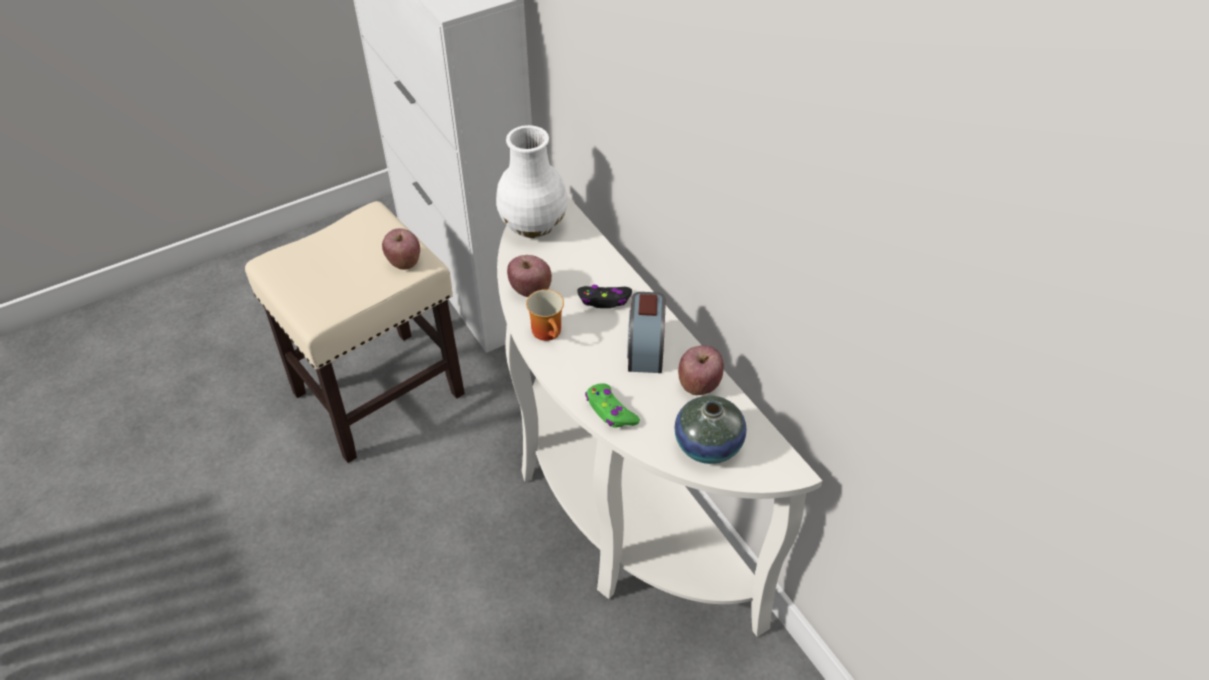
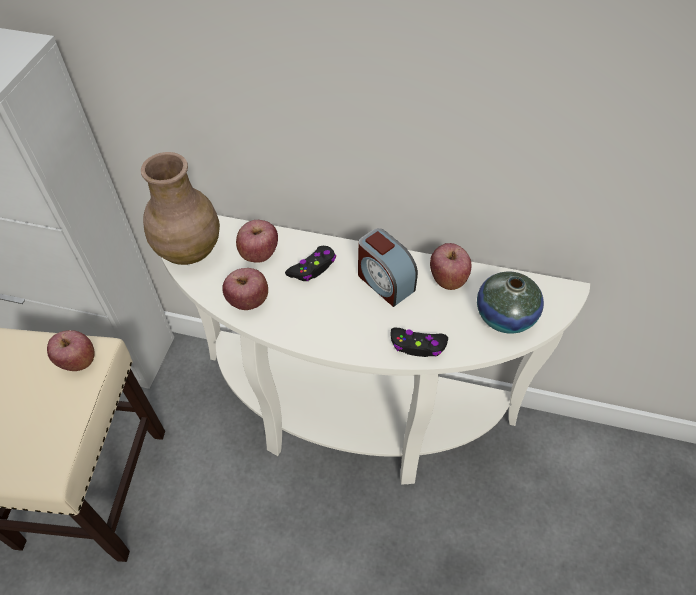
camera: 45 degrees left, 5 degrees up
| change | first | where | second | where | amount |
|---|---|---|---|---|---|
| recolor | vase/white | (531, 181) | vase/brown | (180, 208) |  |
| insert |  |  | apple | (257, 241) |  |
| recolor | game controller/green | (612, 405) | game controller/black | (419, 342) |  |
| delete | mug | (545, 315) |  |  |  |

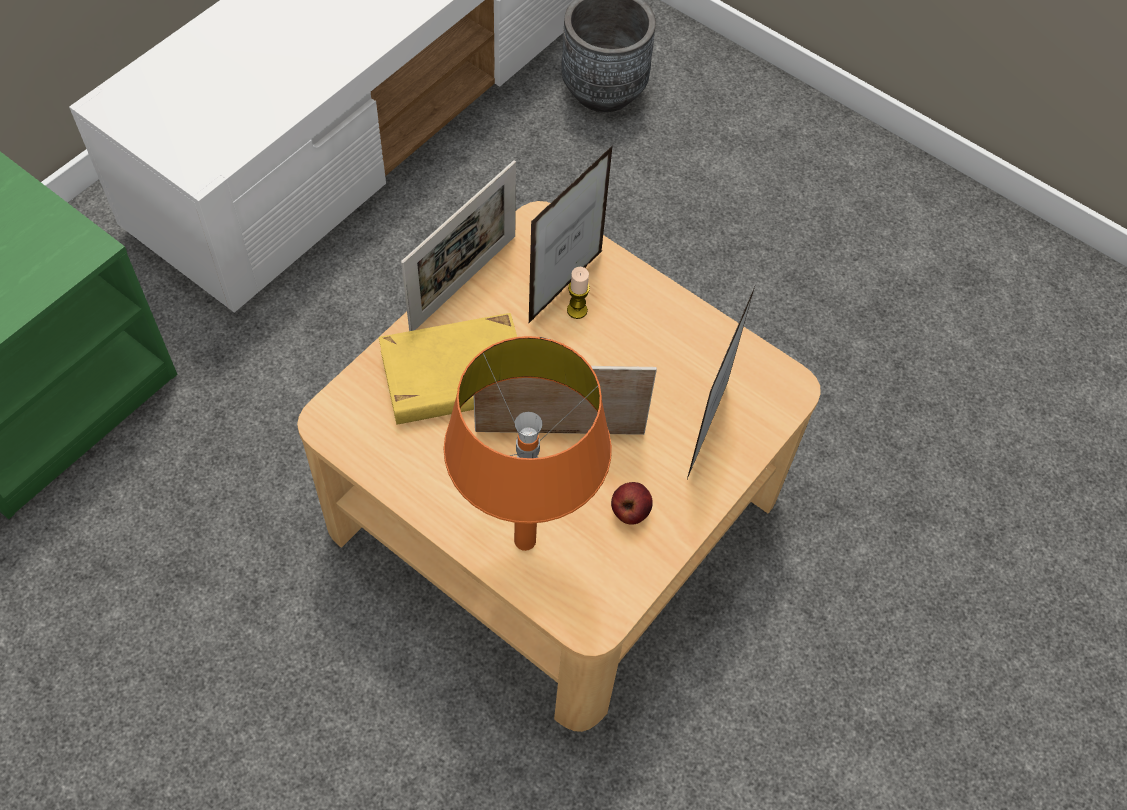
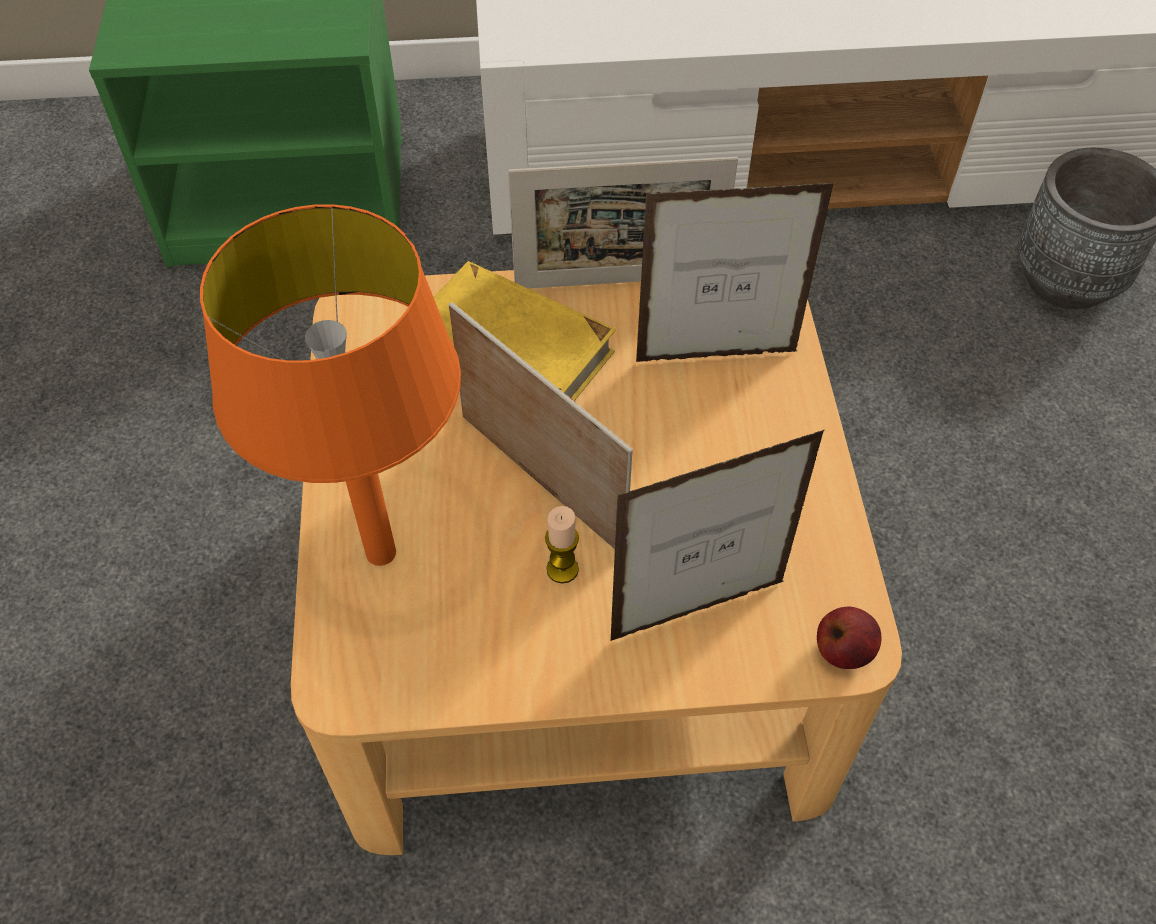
camera: 50 degrees right, 5 degrees down
| change | first | where | second | where | amount |
|---|---|---|---|---|---|
| move | candle | (578, 293) |  | (562, 544) |  |
| move | apple | (632, 503) |  | (849, 638) |  |

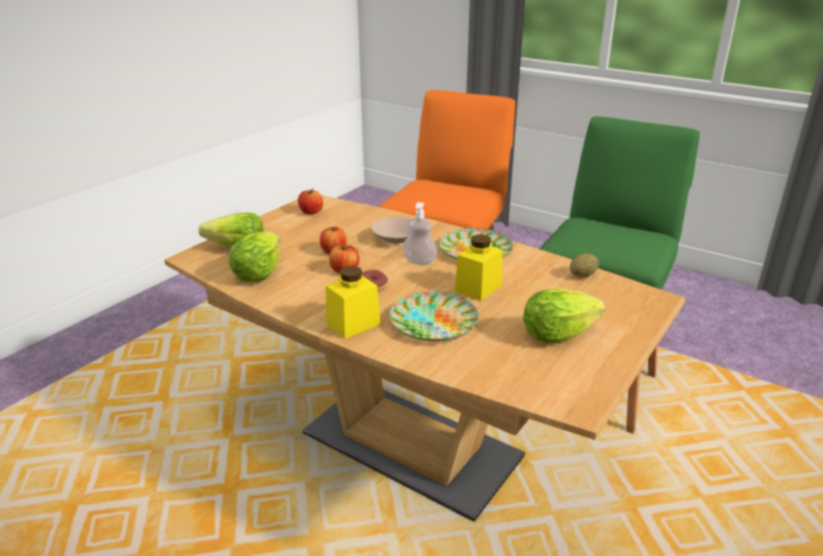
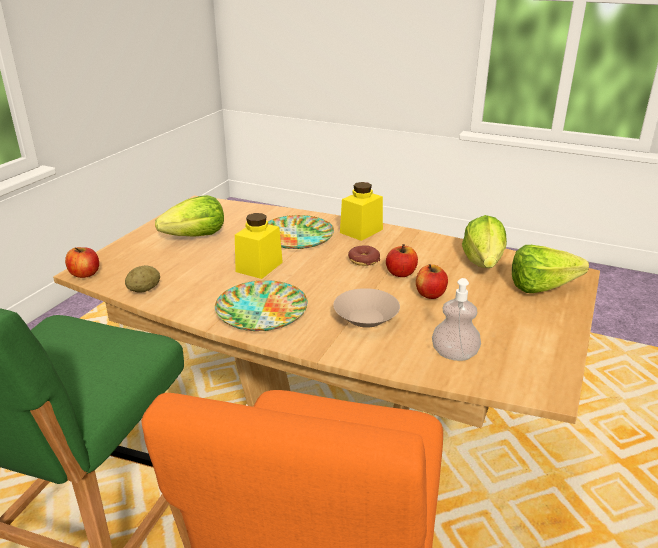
camera: 170 degrees right, 0 degrees up
| change | first | where | second | where | amount |
|---|---|---|---|---|---|
| move | apple | (310, 201) |  | (82, 262) |  |
| move | soap dispenser | (419, 233) |  | (456, 319) |  |

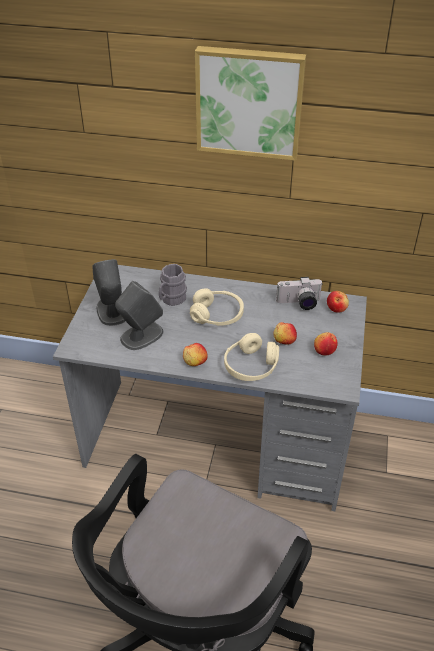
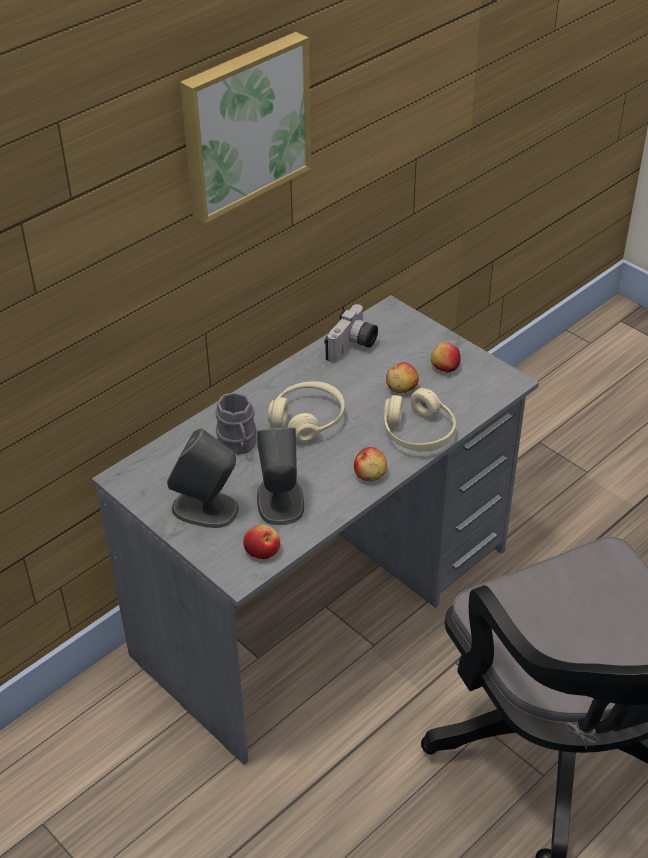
camera: 55 degrees left, 0 degrees up
| change | first | where | second | where | amount |
|---|---|---|---|---|---|
| move | apple | (338, 302) |  | (261, 541) |  |

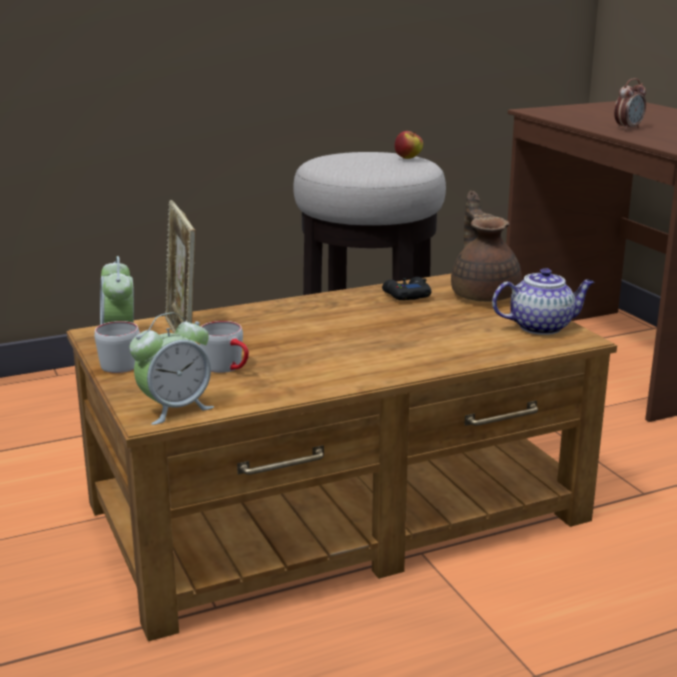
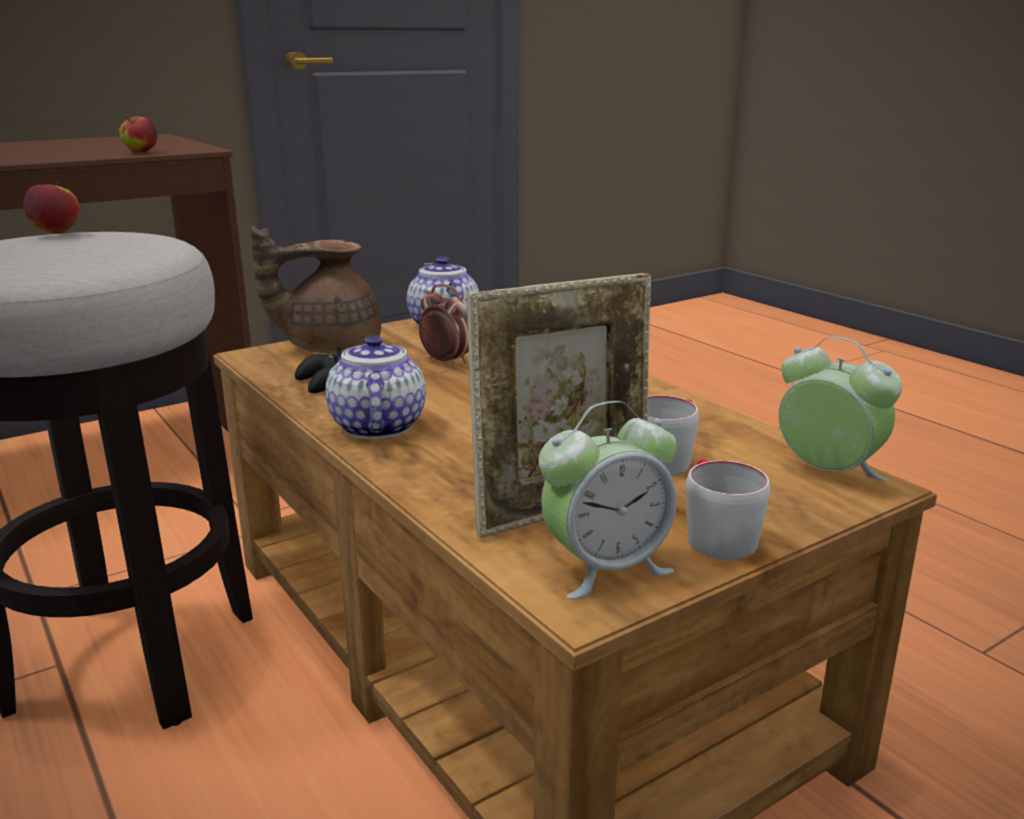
camera: 100 degrees left, 0 degrees up
| change | first | where | second | where | amount |
|---|---|---|---|---|---|
| insert |  |  | apple | (138, 134) |  |
| insert |  |  | teapot | (375, 387) |  |
| move | alarm clock | (630, 104) |  | (444, 325) |  |

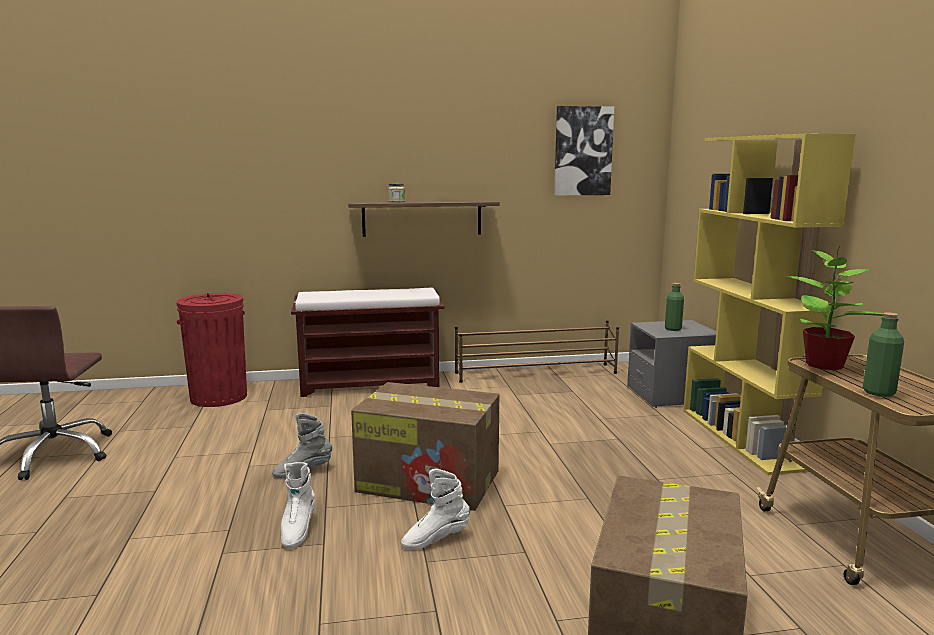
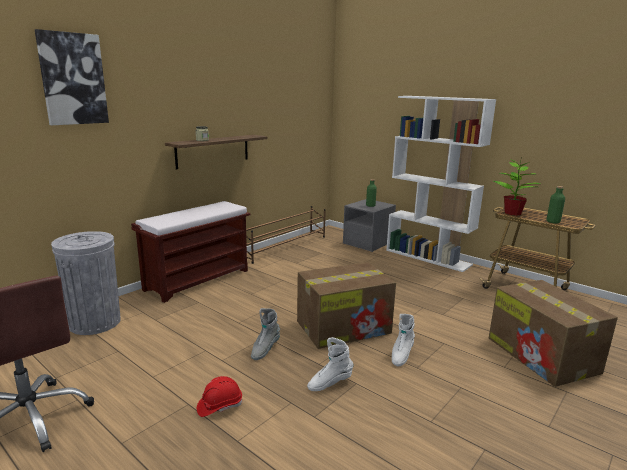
camera: 40 degrees left, 5 degrees up
| change | first | where | second | where | amount |
|---|---|---|---|---|---|
| move | picture | (584, 151) |  | (72, 77) |  |
| recolor | trash can/red | (212, 350) | trash can/grey | (86, 283) |  |
| insert |  |  | hard hat/red | (219, 396) |  |
| rotate | boot/white | (298, 505) |  | (330, 364) | 105 degrees clockwise |
| recolor | bookcase/yellow | (769, 304) | bookcase/white | (441, 184) |  |

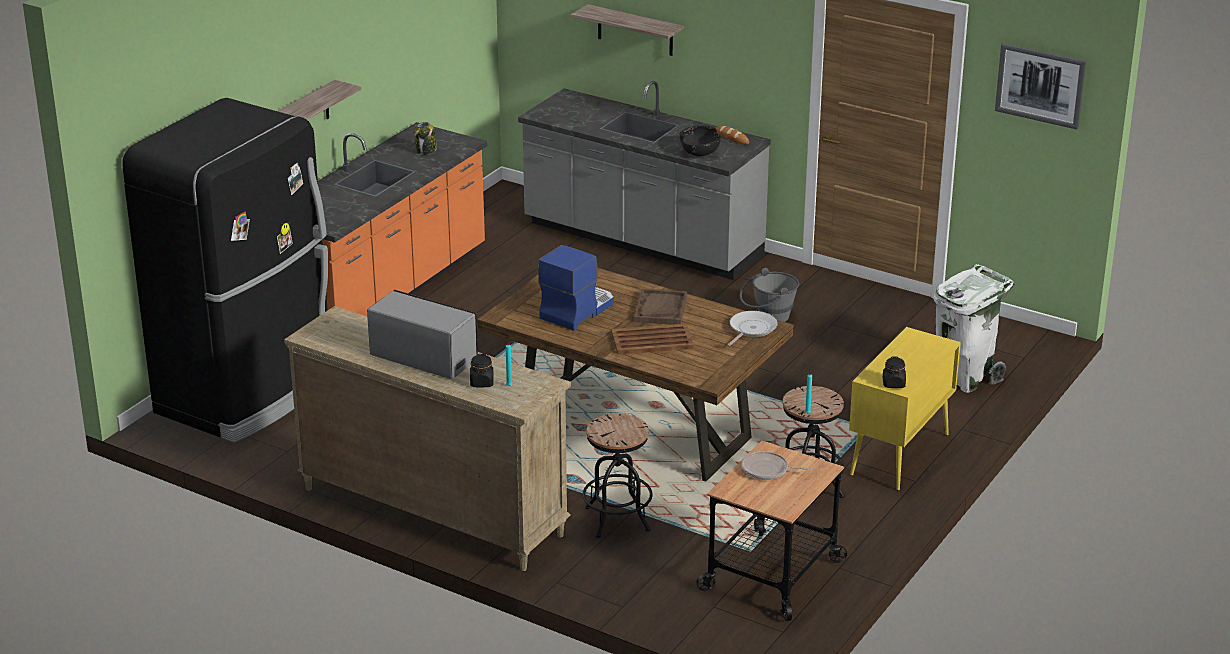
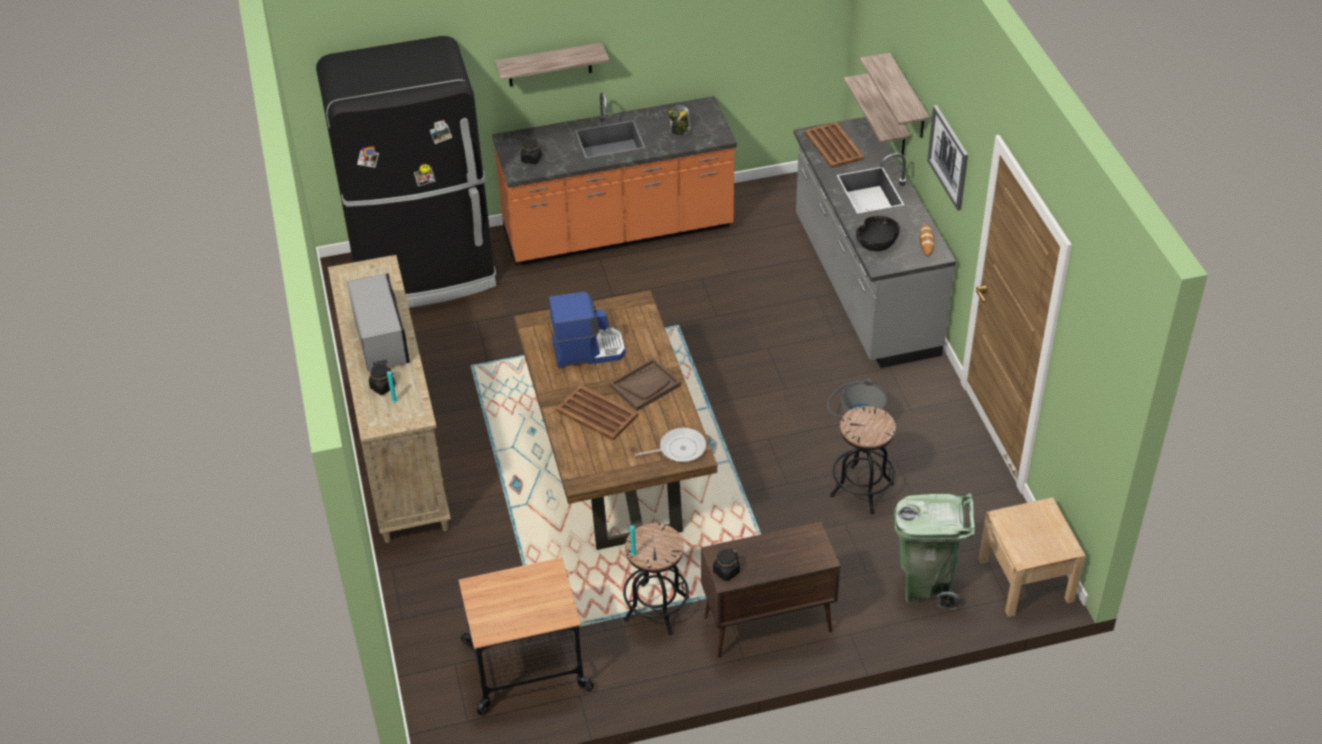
camera: 45 degrees right, 15 degrees up
| change | first | where | second | where | amount |
|---|---|---|---|---|---|
| insert |  |  | jar/black | (531, 151) |  |
| recolor | cabinet/yellow | (905, 409) | cabinet/brown | (770, 590) |  |
| insert |  |  | tray/brown | (834, 145) |  |
| move | stool/black | (618, 476) |  | (863, 460) |  |
| insert |  |  | shelf | (877, 114) |  |
| recolor | trash can/white | (974, 328) | trash can/green | (934, 551) |  |
| move | picture | (1041, 86) |  | (947, 158) |  |
| insert |  |  | nightstand/beige | (1032, 557) |  |
| delete | frying pan | (776, 465) |  |  |  |

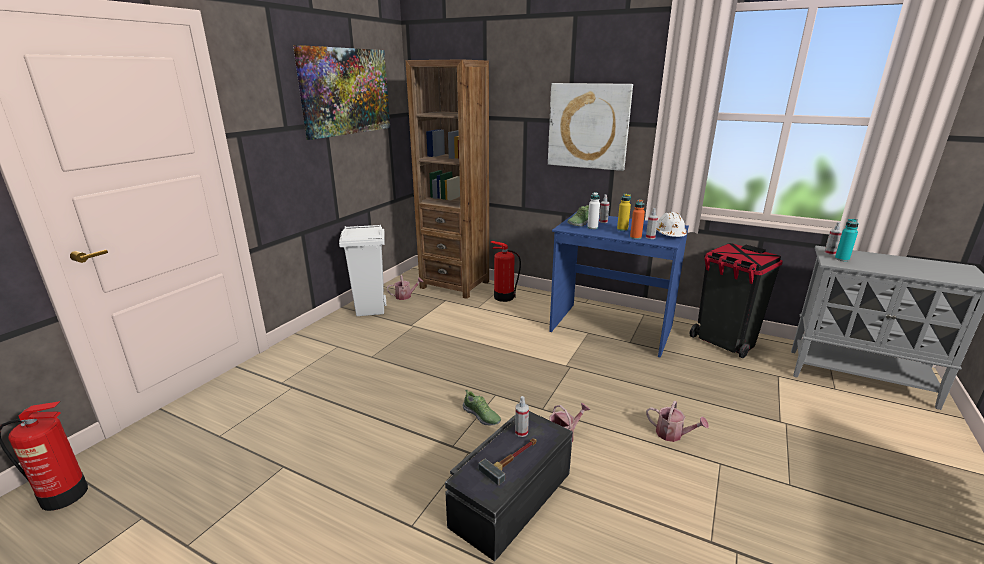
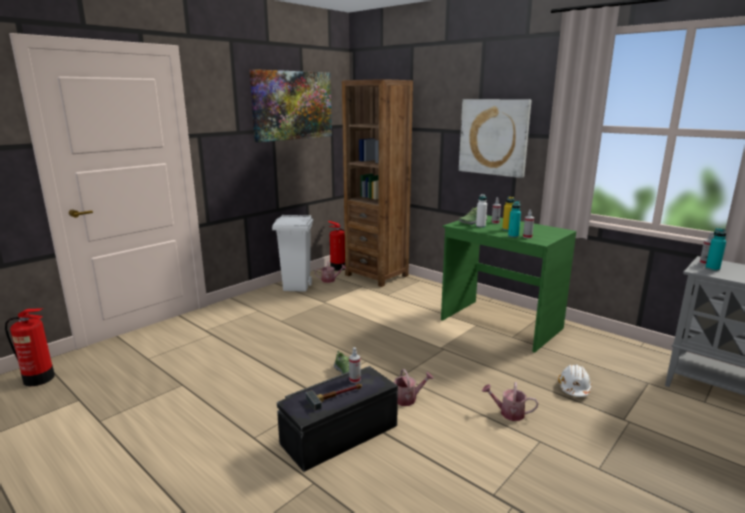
camera: 15 degrees right, 5 degrees down
| change | first | where | second | where | amount |
|---|---|---|---|---|---|
| move | fire extinguisher | (506, 271) |  | (336, 246) |  |
| recolor | desk/blue | (619, 285) | desk/green | (508, 284) |  |
| rotate | watering can | (677, 421) |  | (510, 401) | 150 degrees clockwise |
| recolor | bottle/orange | (637, 219) | bottle/turquoise | (514, 219) |  |
| move | hard hat/white | (671, 224) |  | (575, 380) |  |
| delete | trash can/black | (736, 300) |  |  |  |

